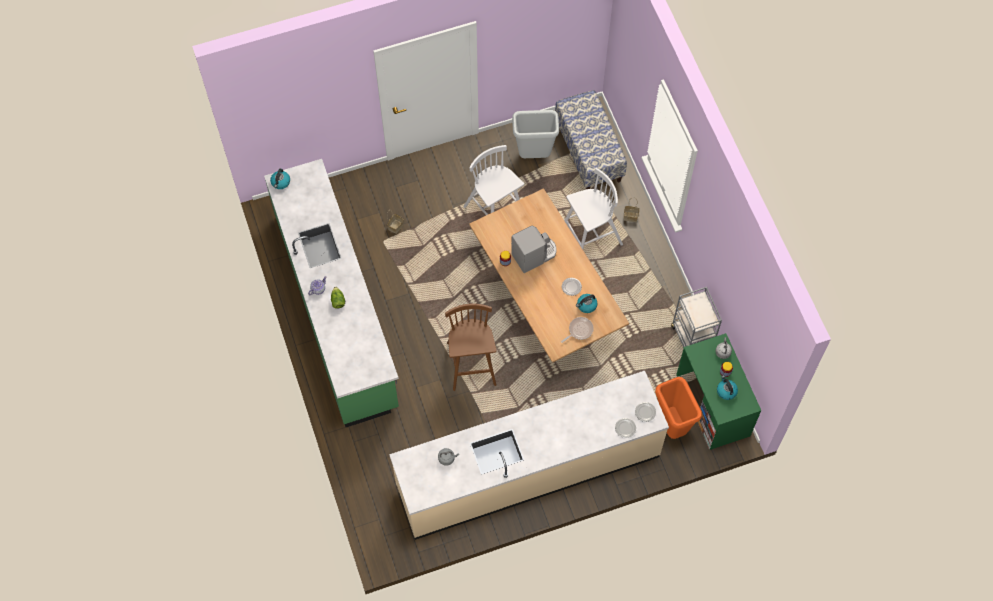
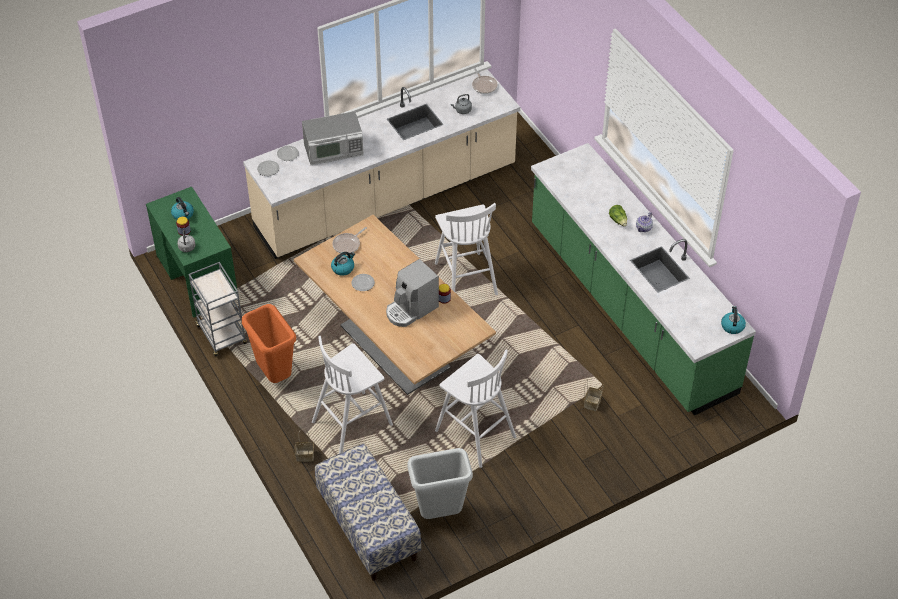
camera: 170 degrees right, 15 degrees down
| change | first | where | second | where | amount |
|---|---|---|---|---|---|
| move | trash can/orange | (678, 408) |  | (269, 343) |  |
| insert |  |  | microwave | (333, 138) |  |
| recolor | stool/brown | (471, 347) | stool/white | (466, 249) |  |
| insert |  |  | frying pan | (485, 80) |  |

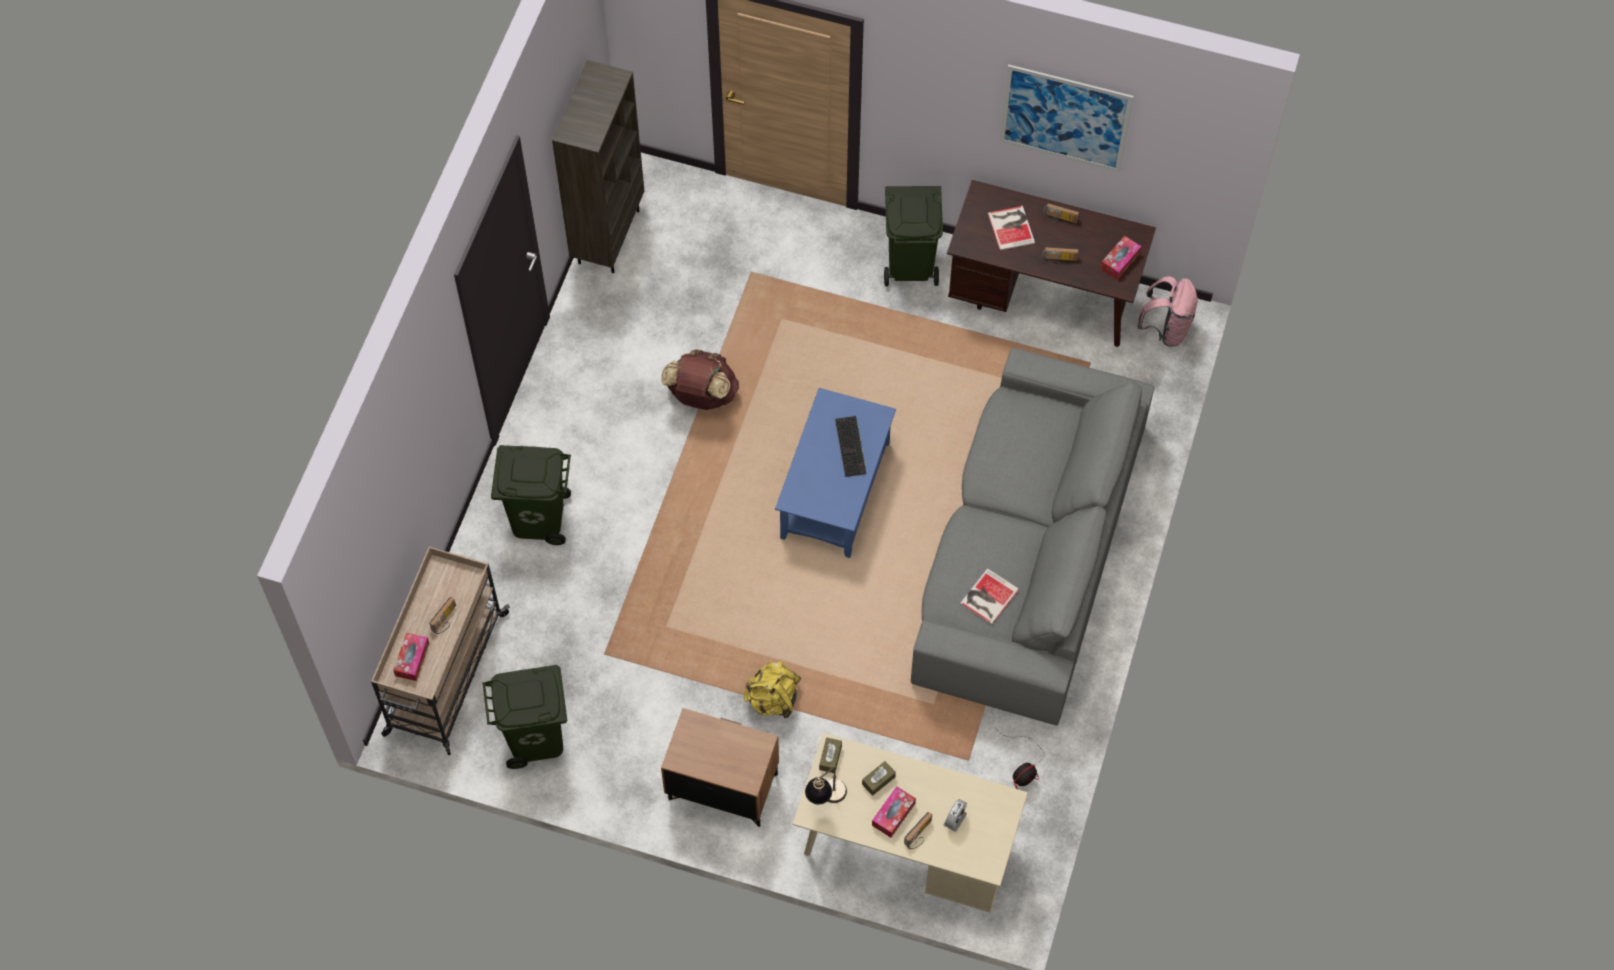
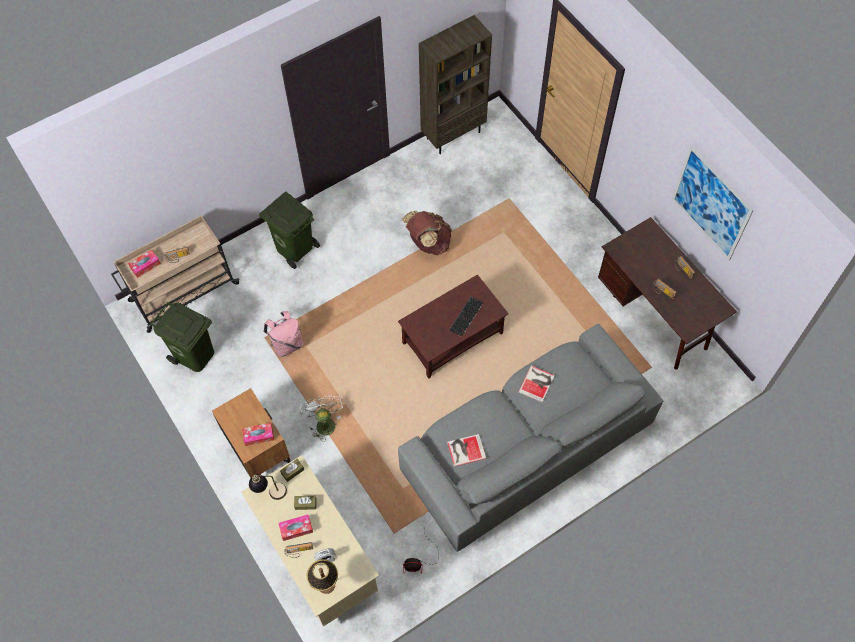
camera: 40 degrees right, 0 degrees up
| change | first | where | second | where | amount |
|---|---|---|---|---|---|
| move | tissue box | (1120, 258) |  | (258, 434) |  |
| move | backpack/pink | (1168, 311) |  | (283, 334) |  |
| replace | backpack/yellow | (772, 689) | fan/white | (321, 418) |  |
| insert |  |  | table lamp | (322, 576) |  |
| recolor | coffee table/blue | (835, 473) | coffee table/brown | (453, 326) |  |
| move | book | (1011, 228) |  | (536, 383) |  |
| delete | trash can/green | (913, 236) |  |  |  |

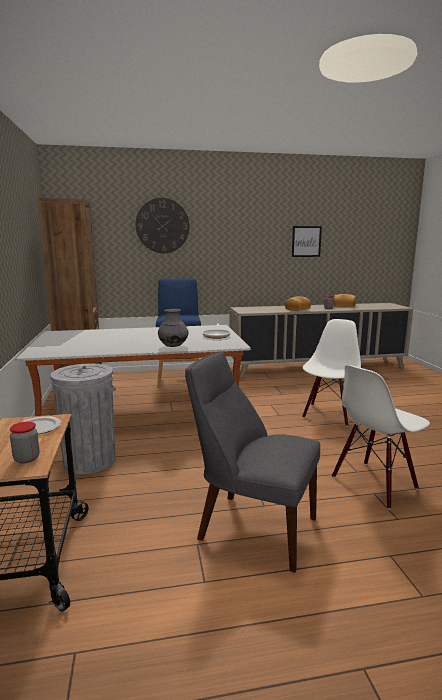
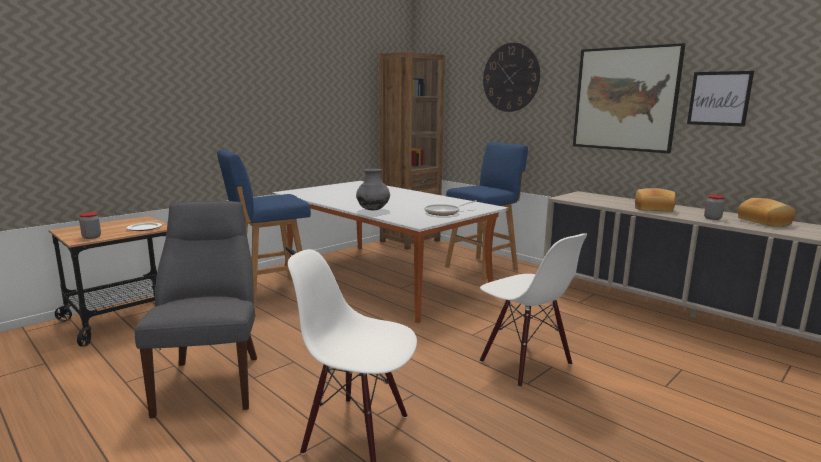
camera: 55 degrees right, 0 degrees up
| change | first | where | second | where | amount |
|---|---|---|---|---|---|
| replace | trash can/grey | (83, 419) | stool/blue | (264, 228) |  |
| rotate | chair/white | (331, 373) |  | (533, 310) | 60 degrees clockwise |
| insert |  |  | picture | (629, 98) |  |

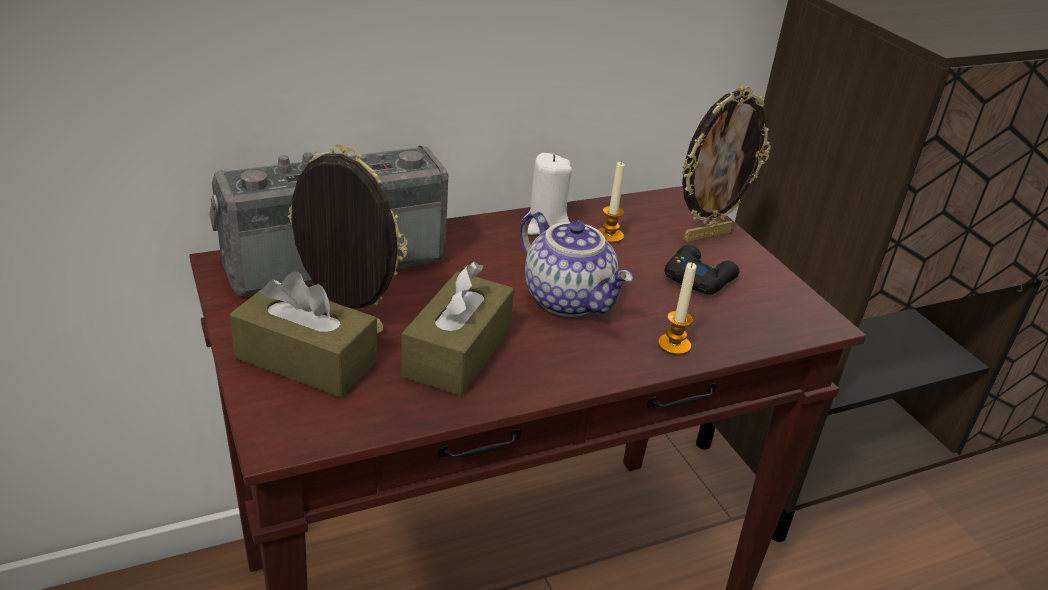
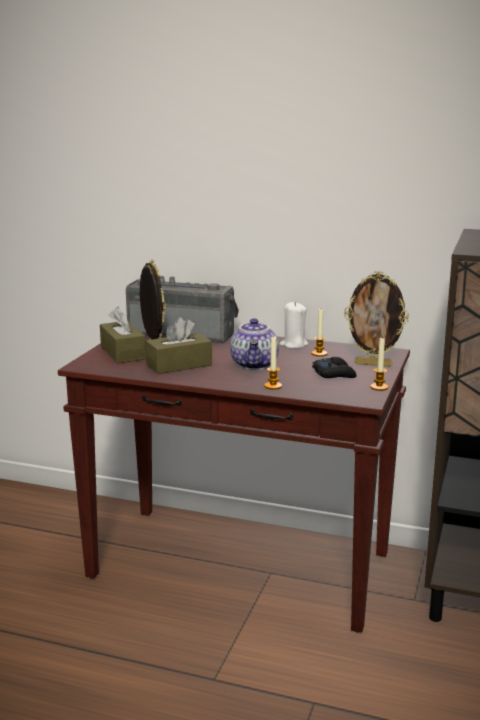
camera: 45 degrees right, 15 degrees down
| change | first | where | second | where | amount |
|---|---|---|---|---|---|
| insert |  |  | candle | (379, 364) |  |

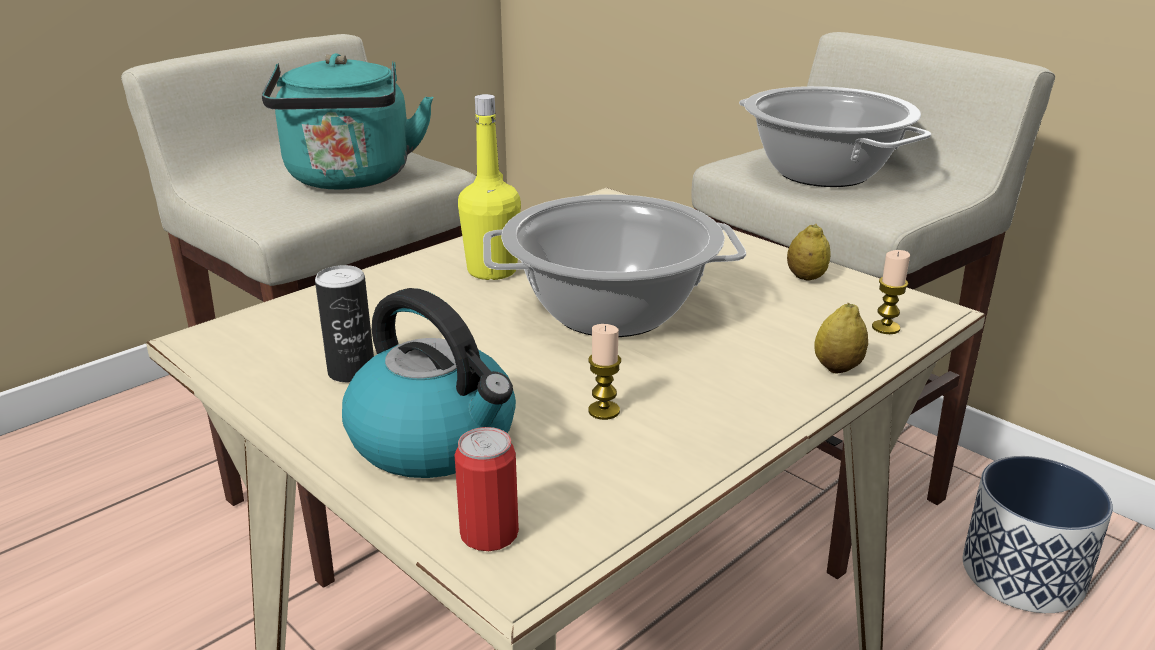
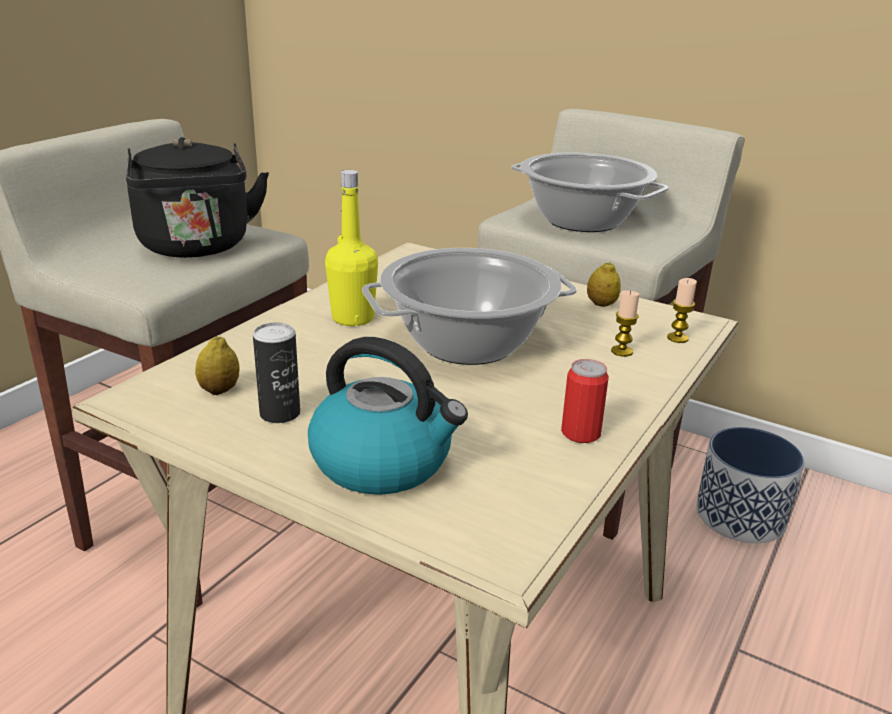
camera: 15 degrees left, 0 degrees up
| change | first | where | second | where | amount |
|---|---|---|---|---|---|
| recolor | kettle/turquoise | (347, 121) | kettle/black | (197, 197) |  |
| move | lemon | (841, 338) |  | (217, 365) |  |
| move | can | (487, 489) |  | (585, 401) |  |
| move | candle | (604, 372) |  | (625, 323) |  |

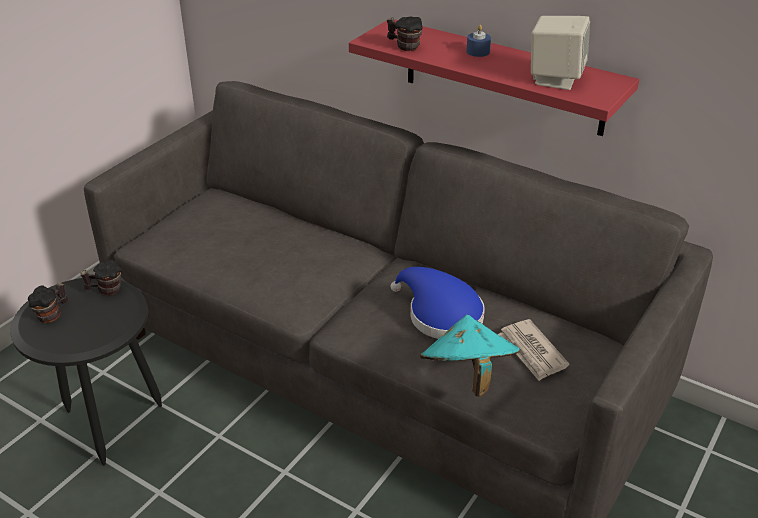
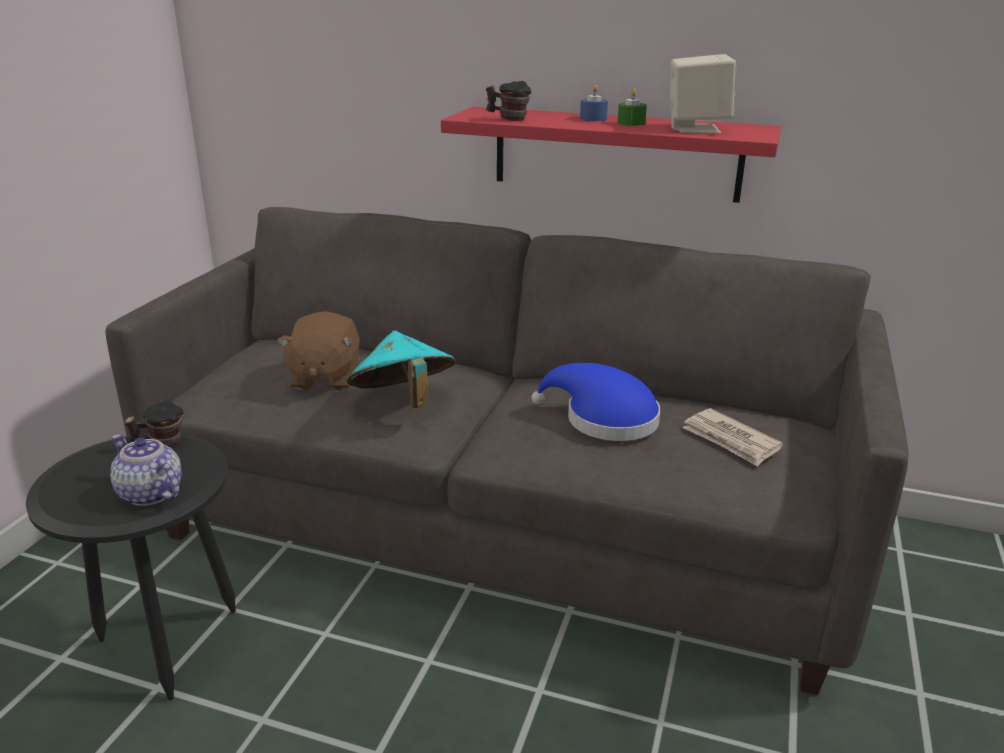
camera: 15 degrees left, 10 degrees down
| change | first | where | second | where | amount |
|---|---|---|---|---|---|
| insert |  |  | teapot | (146, 470) |  |
| insert |  |  | plush toy/brown | (318, 350) |  |
| move | hat/turquoise | (470, 355) |  | (401, 369) |  |
| insert |  |  | candle/green | (632, 107) |  |
| delete | mug | (48, 303) |  |  |  |

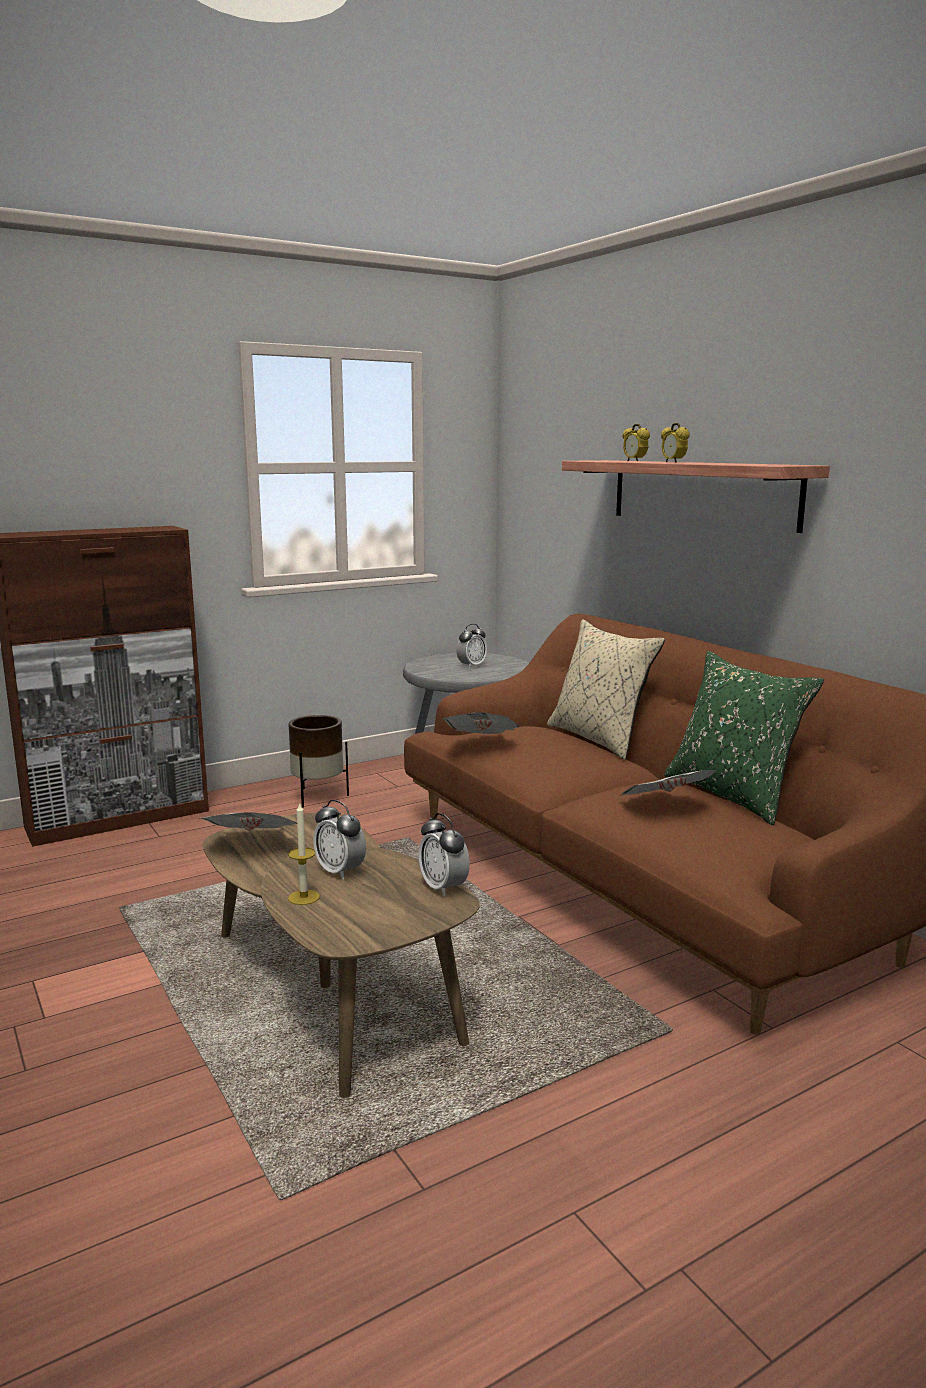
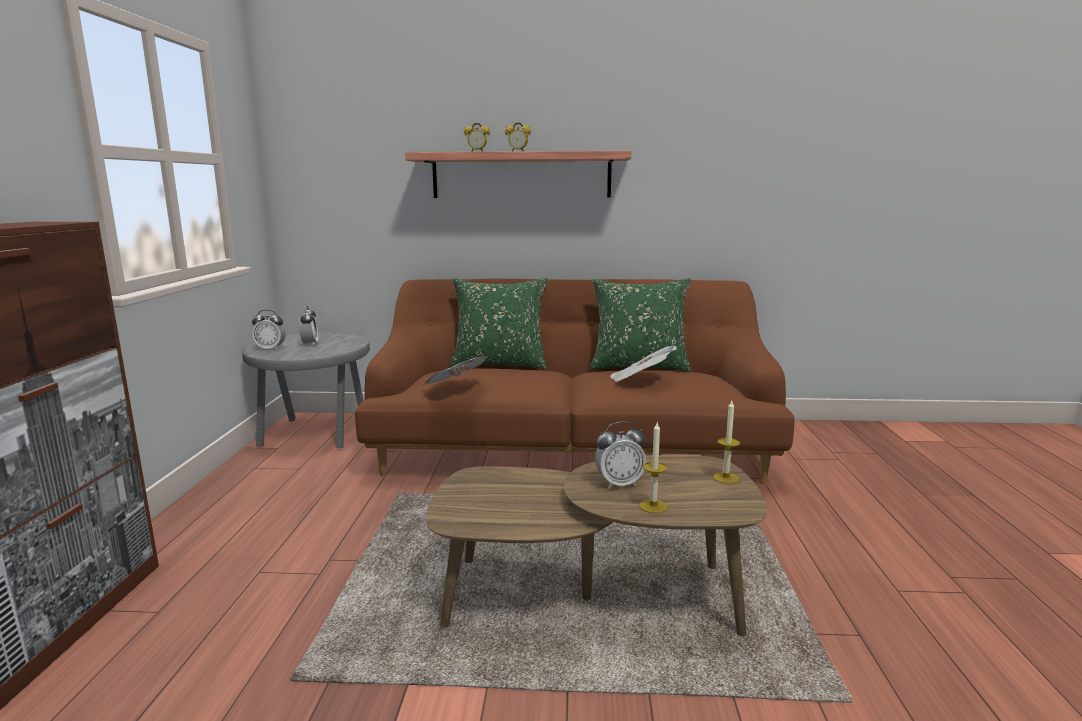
camera: 55 degrees left, 0 degrees up
| change | first | where | second | where | amount |
|---|---|---|---|---|---|
| move | alarm clock | (444, 855) |  | (269, 330) |  |
| recolor | pillow/beige | (606, 689) | pillow/green | (498, 324) |  |
| insert |  |  | candle | (726, 442) |  |
| delete | newspaper | (248, 821) |  |  |  |
| delete | planter/brown | (319, 761) |  |  |  |

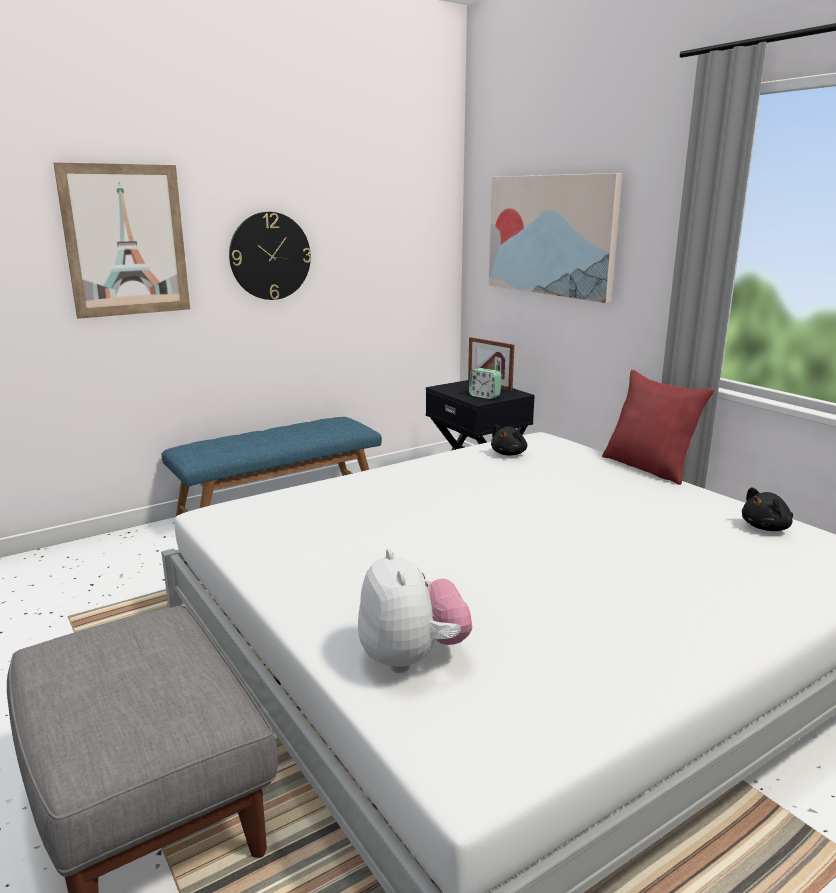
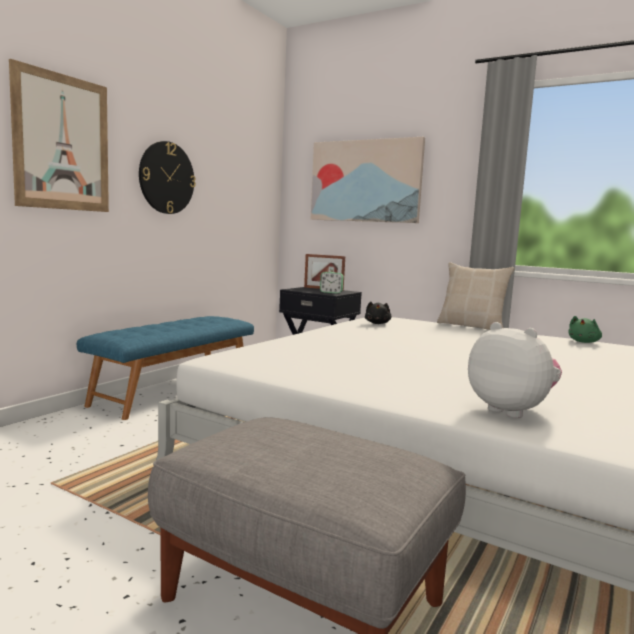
camera: 25 degrees left, 10 degrees down
| change | first | where | second | where | amount |
|---|---|---|---|---|---|
| recolor | pillow/red | (658, 427) | pillow/beige | (475, 296) |  |
| recolor | plush toy/black | (767, 509) | plush toy/green | (585, 329) |  |

